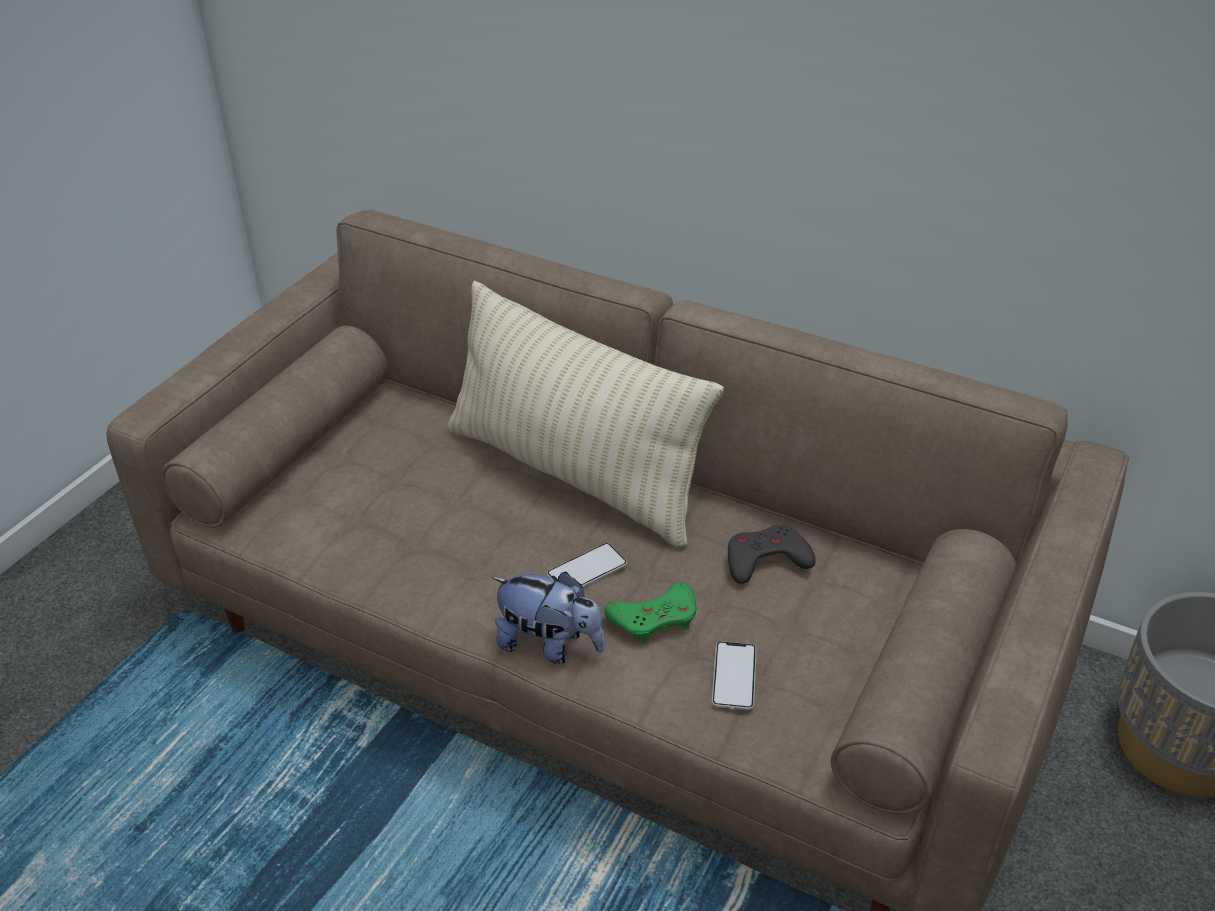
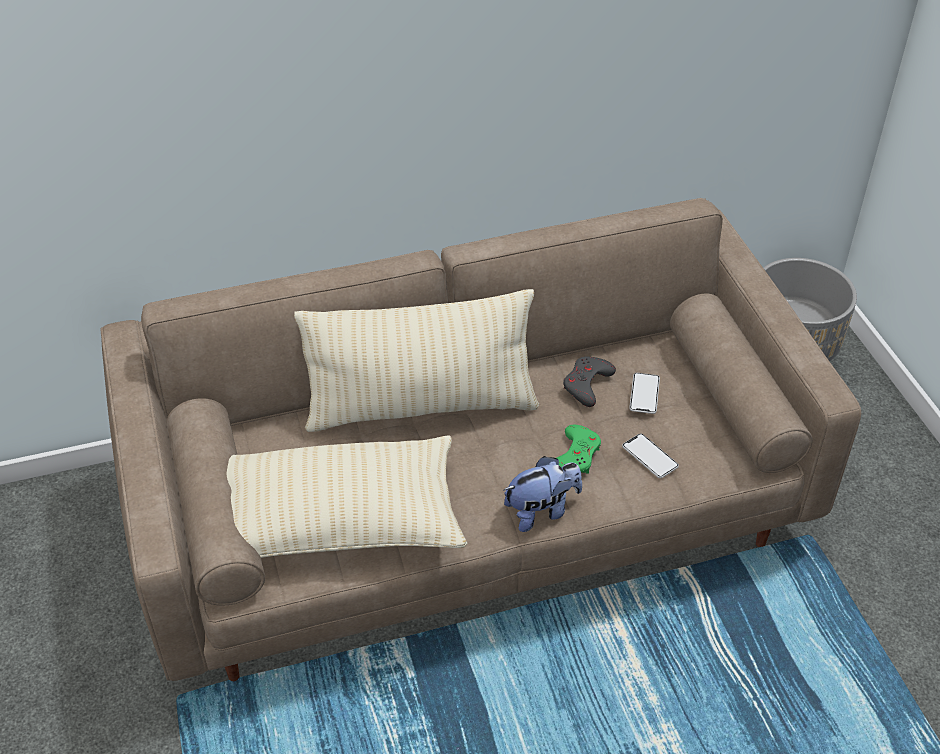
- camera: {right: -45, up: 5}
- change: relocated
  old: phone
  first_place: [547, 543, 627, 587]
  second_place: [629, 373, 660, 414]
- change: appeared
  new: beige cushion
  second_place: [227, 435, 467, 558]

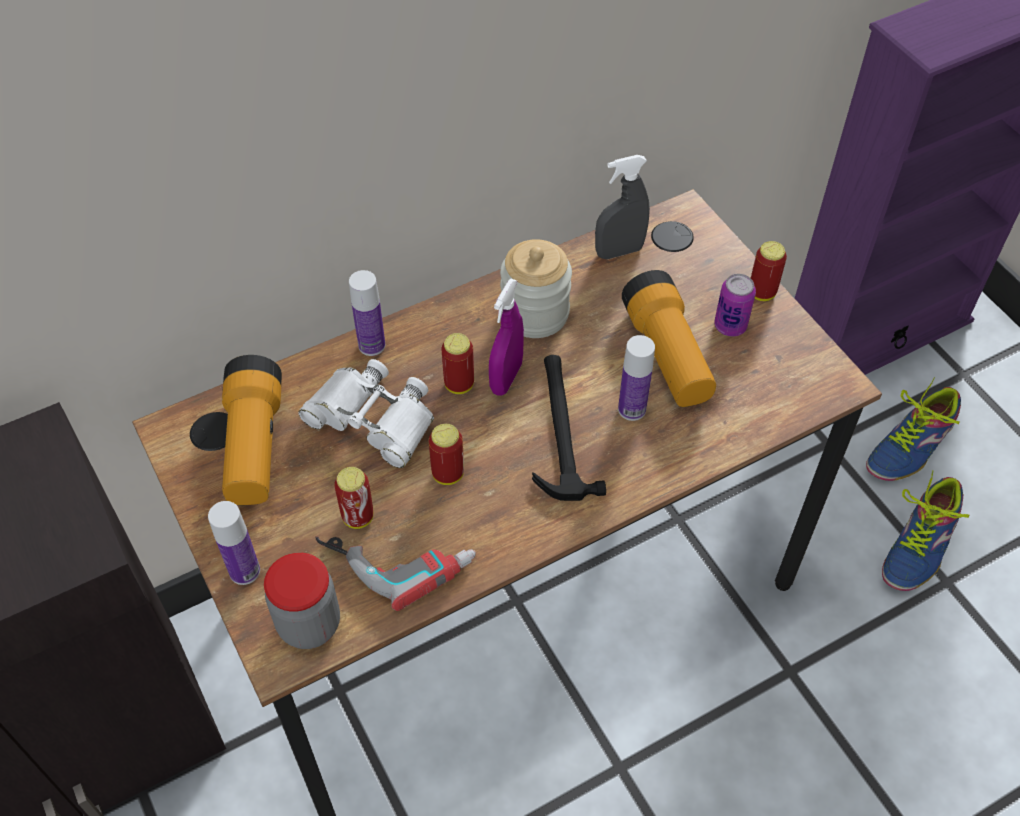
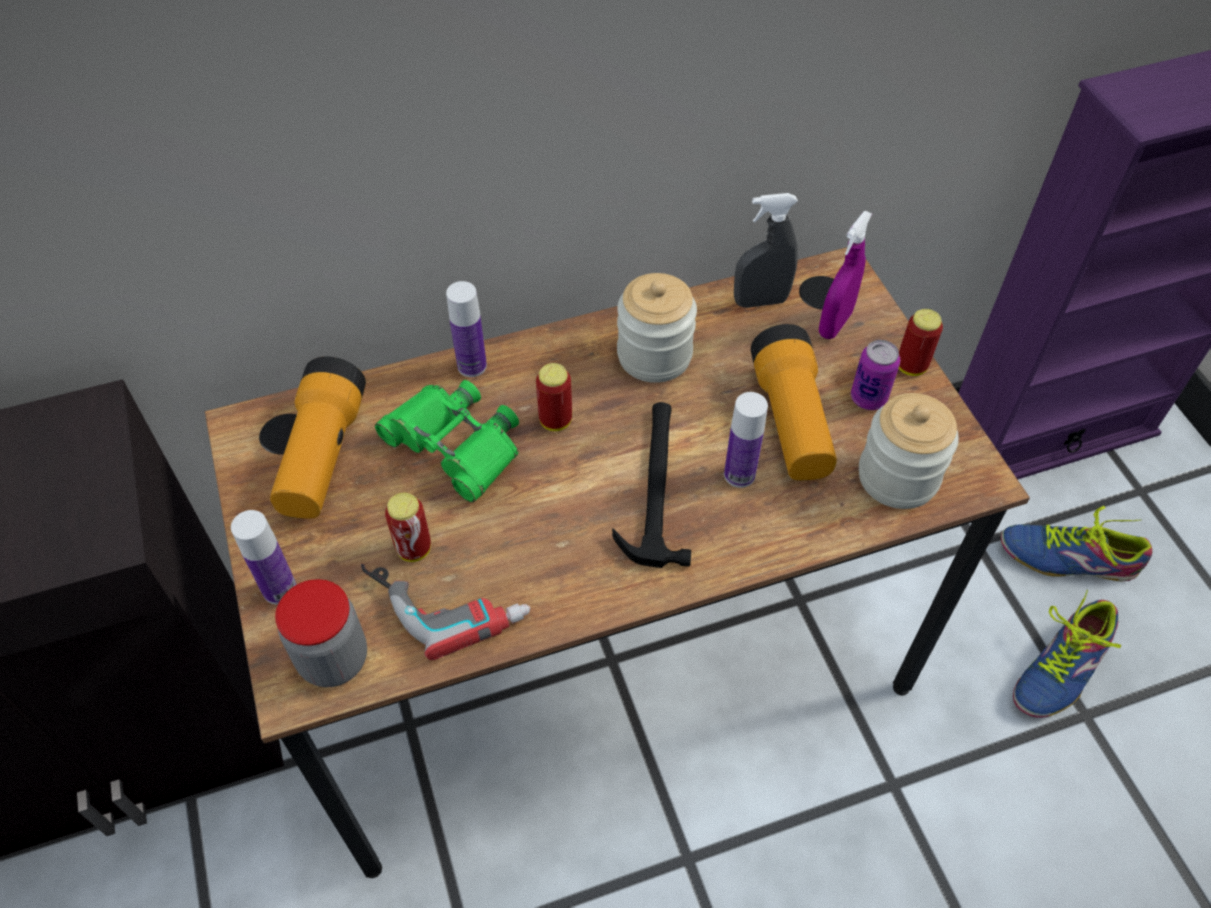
- camera: {right: 10, up: 0}
- change: colour
  old: white pair of binoculars
  new: green-coloured pair of binoculars
  first_place: [298, 359, 434, 468]
  second_place: [375, 380, 519, 502]
- change: missing
  old: sealed can
  first_place: [429, 424, 464, 485]
- change: relocated
  old: purple-coloured sprayer
  first_place: [489, 278, 524, 395]
  second_place: [819, 211, 872, 339]
- change: spun
  old: low shoe
  first_place: [866, 377, 961, 481]
  second_place: [1001, 506, 1152, 582]
  degrees: 45
- change: appeared
  new: preserve jar
  second_place: [859, 393, 959, 509]

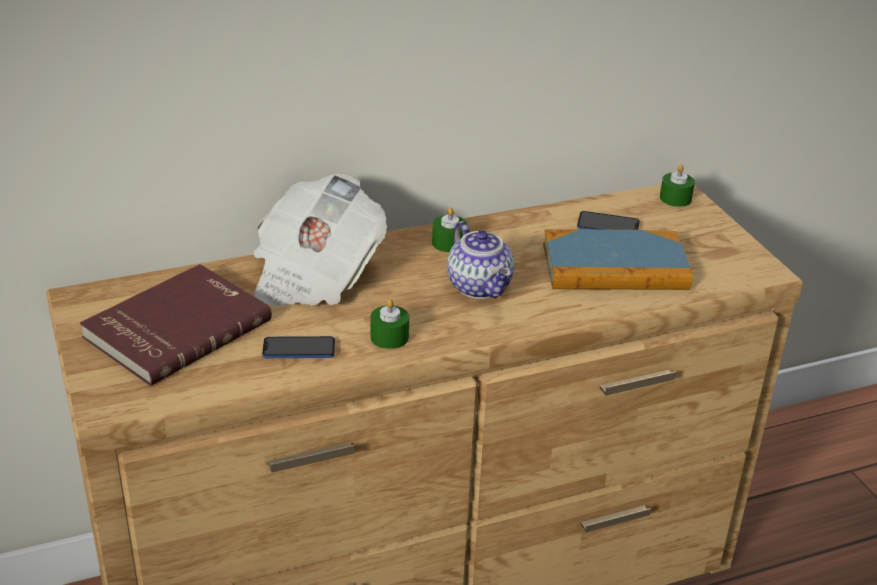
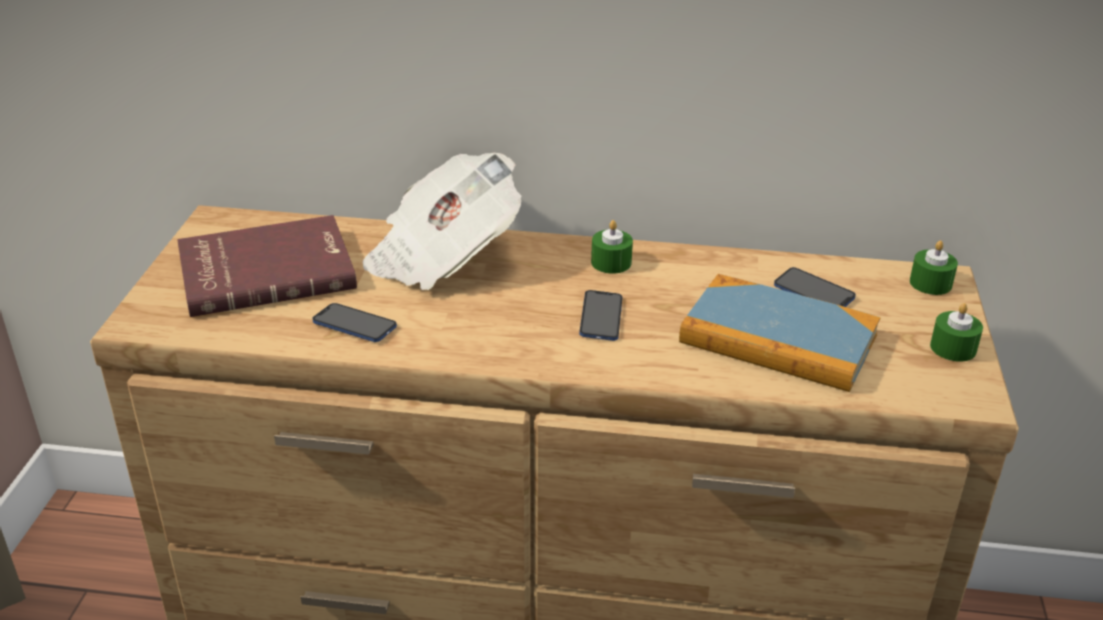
- camera: {right: 30, up: 0}
- change: relocated
  old: green-coloured wax light
  first_place: [370, 299, 409, 349]
  second_place: [930, 303, 983, 362]
- change: exchanged
  old: teapot
  new: phone
  first_place: [447, 221, 514, 299]
  second_place: [579, 290, 623, 341]

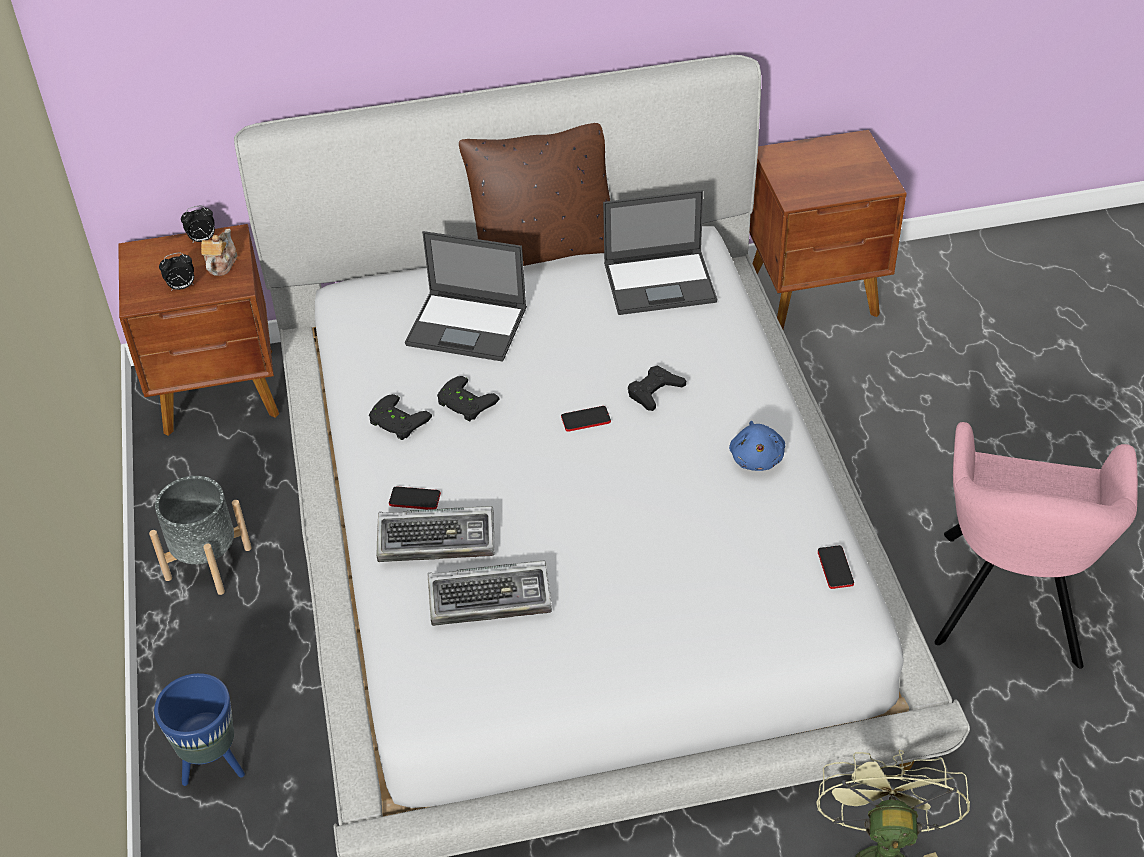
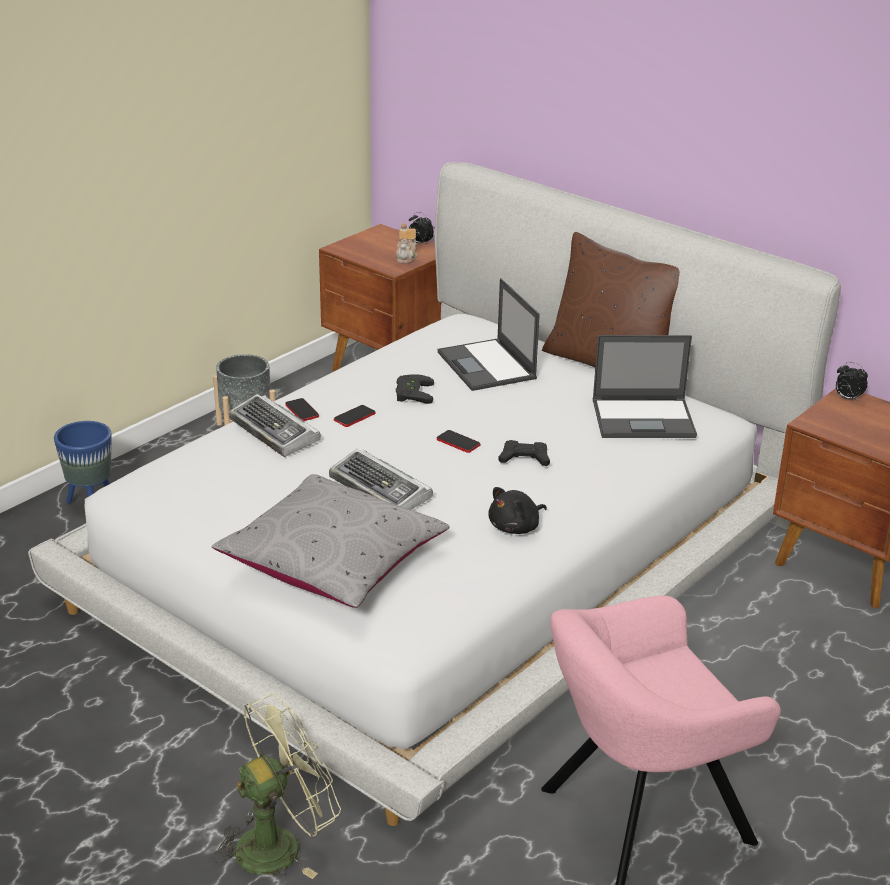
- camera: {right: 50, up: -15}
- change: relocated
  old: bedside clock
  first_place: [159, 253, 194, 291]
  second_place: [836, 362, 868, 401]
- change: spun
  old: teapot
  first_place: [201, 229, 238, 276]
  second_place: [396, 223, 418, 263]
  degrees: 120
- change: missing
  old: black game controller
  first_place: [369, 394, 432, 440]
- change: relocated
  old: keyboard
  first_place: [428, 560, 552, 626]
  second_place: [329, 449, 433, 510]
- change: spun
  old: notebook computer
  first_place: [603, 190, 717, 315]
  second_place: [593, 335, 697, 438]
  degrees: -45
- change: colour
  old: bluish soft toy
  new: black soft toy
  first_place: [729, 421, 785, 471]
  second_place: [488, 487, 547, 534]
- change: relocated
  old: phone
  first_place: [818, 545, 854, 589]
  second_place: [334, 405, 375, 427]
- change: appeared
  new: grey cushion
  second_place: [211, 474, 450, 608]

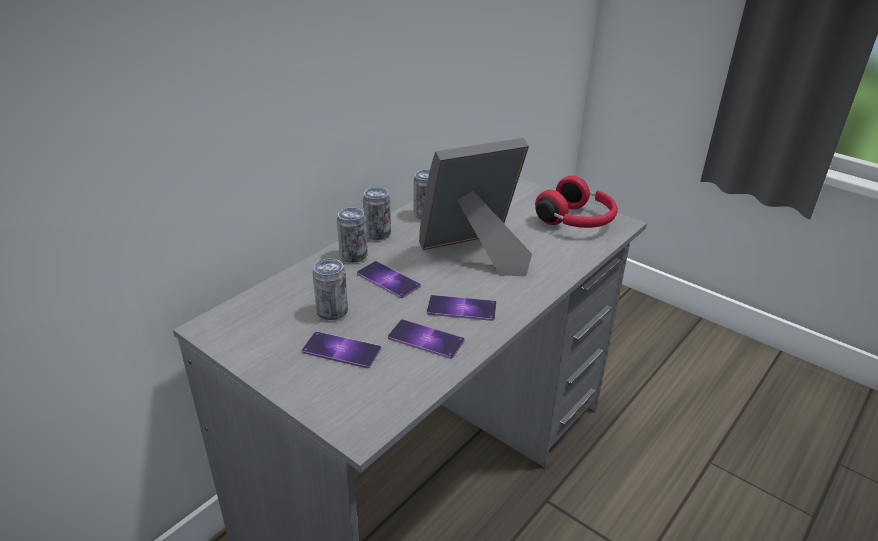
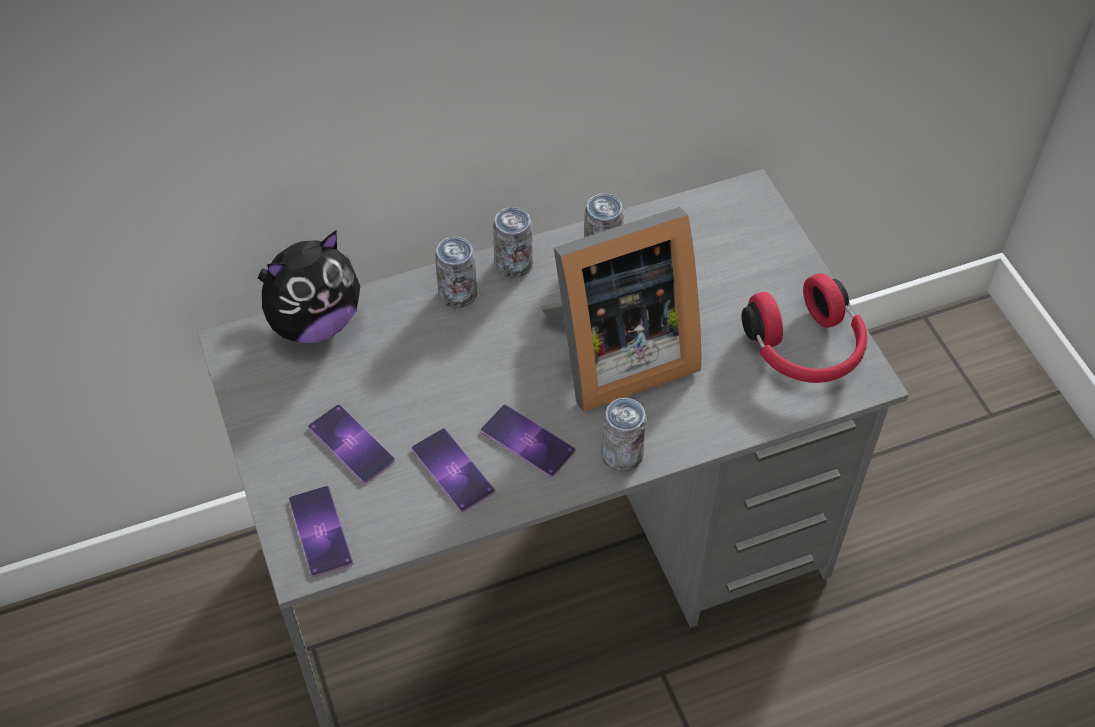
- camera: {right: 30, up: 20}
- change: relocated
  old: sealed can
  first_place: [312, 258, 348, 320]
  second_place: [601, 398, 647, 472]
- change: relocated
  old: phone
  first_place: [357, 261, 421, 298]
  second_place: [288, 486, 353, 577]
- change: spun
  old: standing frame
  first_place: [419, 138, 532, 277]
  second_place: [540, 207, 701, 412]
  degrees: 150
- change: appeared
  new: soft toy
  second_place: [258, 231, 360, 344]

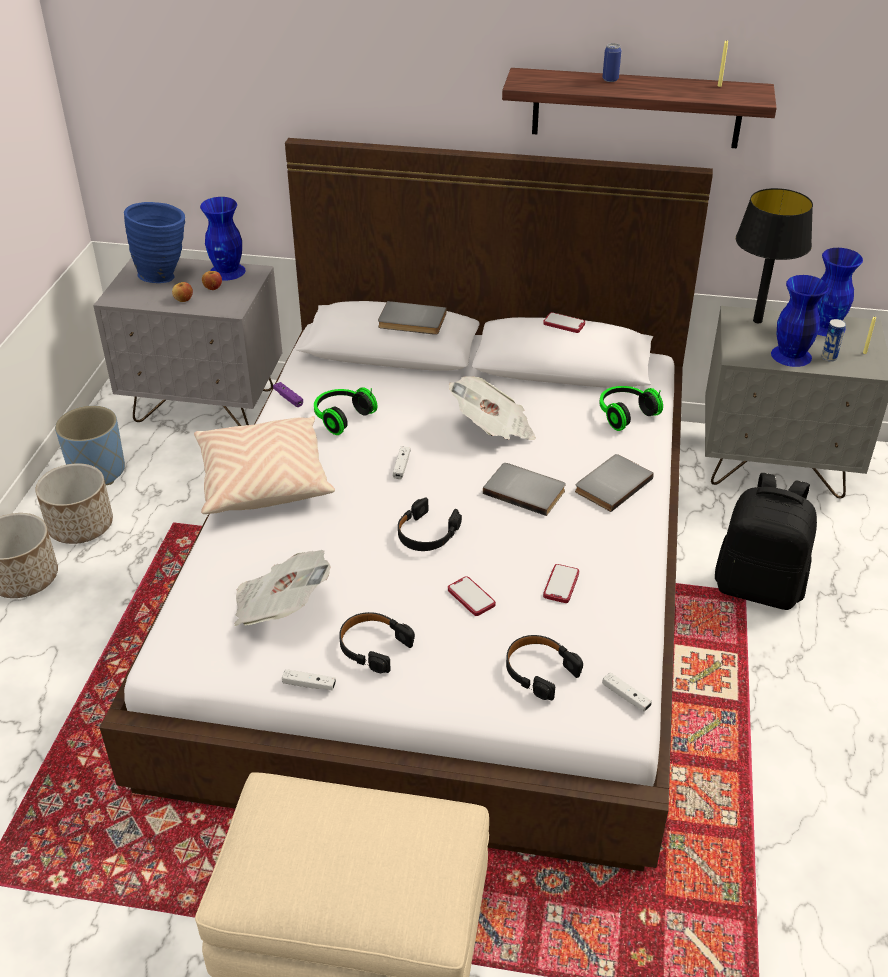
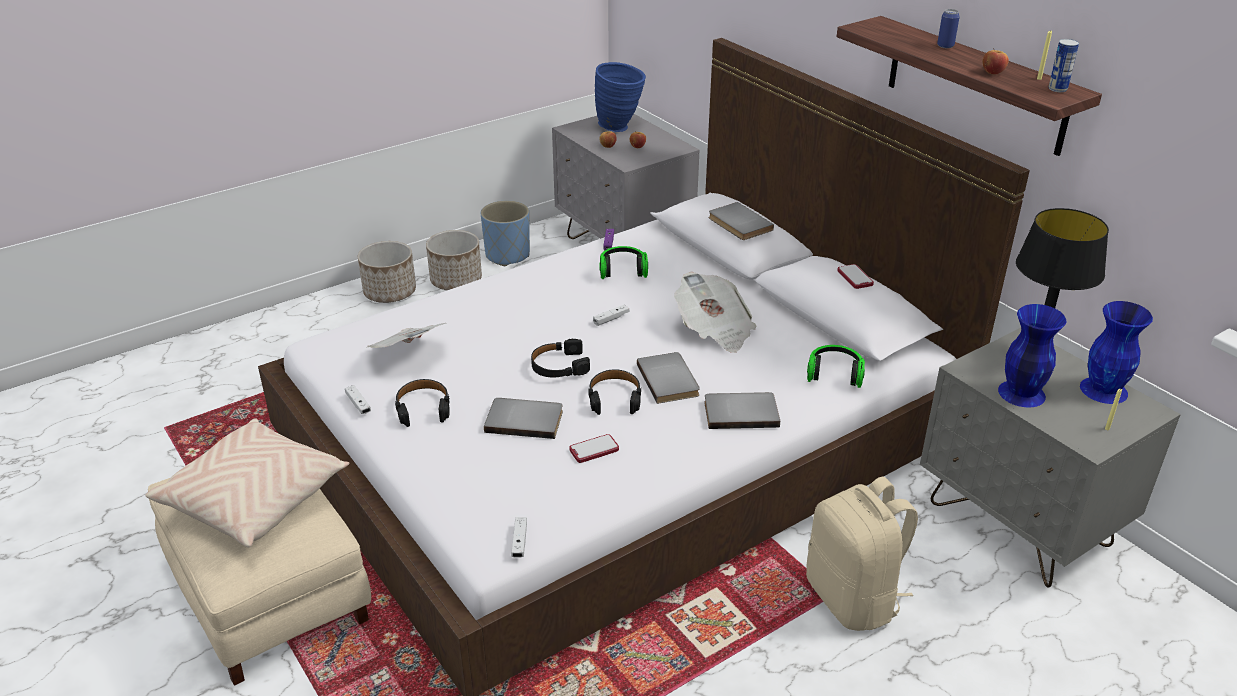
- camera: {right: 45, up: -5}
- change: relocated
  old: beige cushion
  first_place: [194, 416, 335, 514]
  second_place: [145, 418, 350, 547]
- change: missing
  old: bluish vase
  first_place: [200, 197, 246, 281]
- change: exchanged
  old: phone
  new: grey book
  first_place: [448, 576, 496, 616]
  second_place: [484, 398, 563, 439]
- change: relocated
  old: black headphones
  first_place: [506, 635, 583, 700]
  second_place: [589, 369, 641, 415]
- change: colour
  old: black rucksack
  new: beige rucksack
  first_place: [715, 473, 817, 610]
  second_place: [806, 477, 918, 631]
- change: relocated
  old: sealed can
  first_place: [822, 319, 846, 362]
  second_place: [1049, 39, 1079, 92]
- change: appeared
  new: apple
  second_place: [983, 48, 1009, 74]

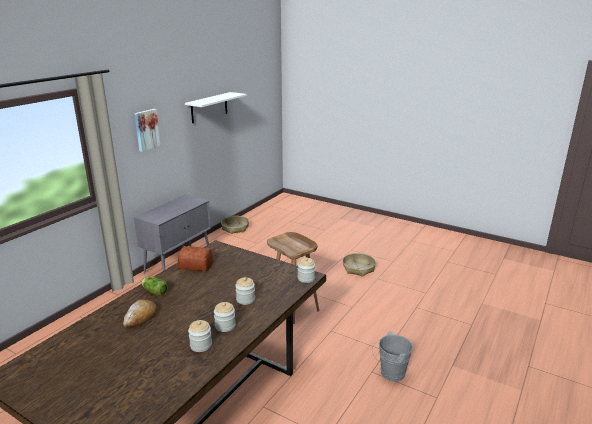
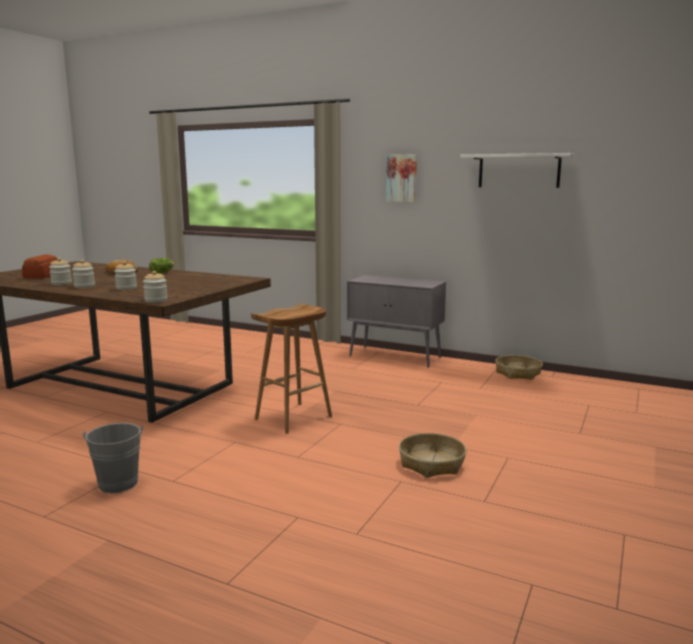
- camera: {right: 85, up: -10}
- change: relocated
  old: bread
  first_place: [178, 246, 213, 271]
  second_place: [22, 254, 57, 279]

